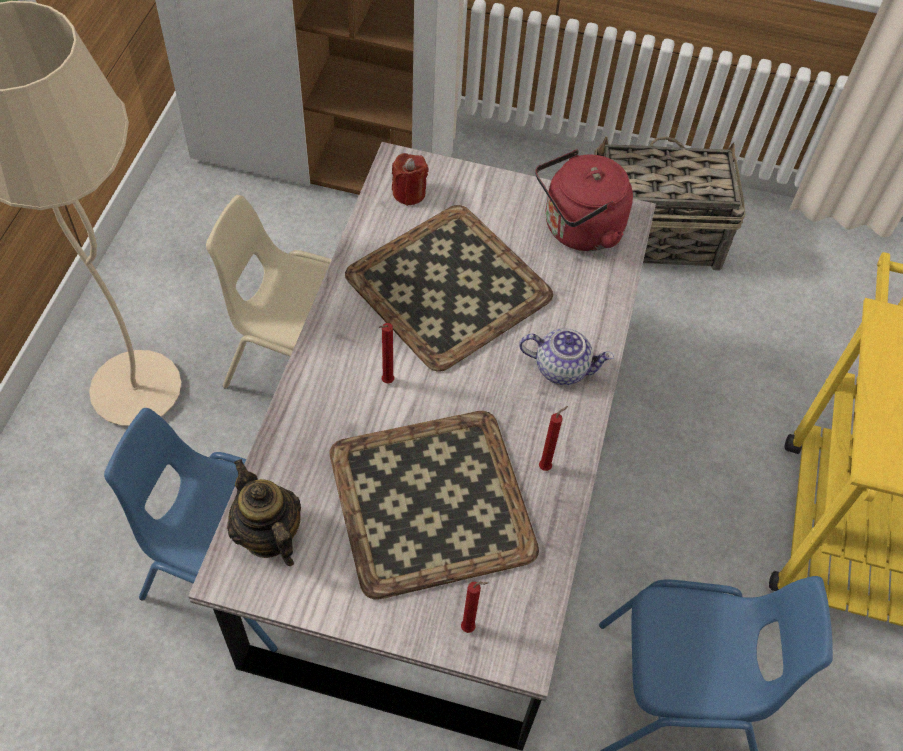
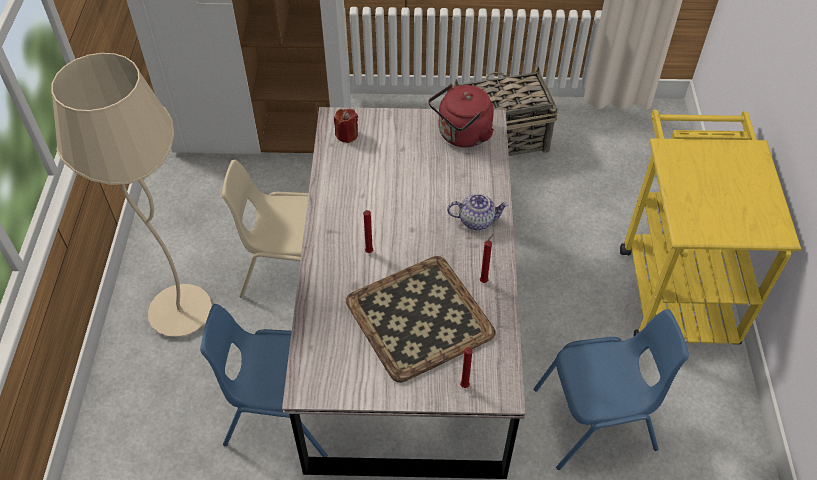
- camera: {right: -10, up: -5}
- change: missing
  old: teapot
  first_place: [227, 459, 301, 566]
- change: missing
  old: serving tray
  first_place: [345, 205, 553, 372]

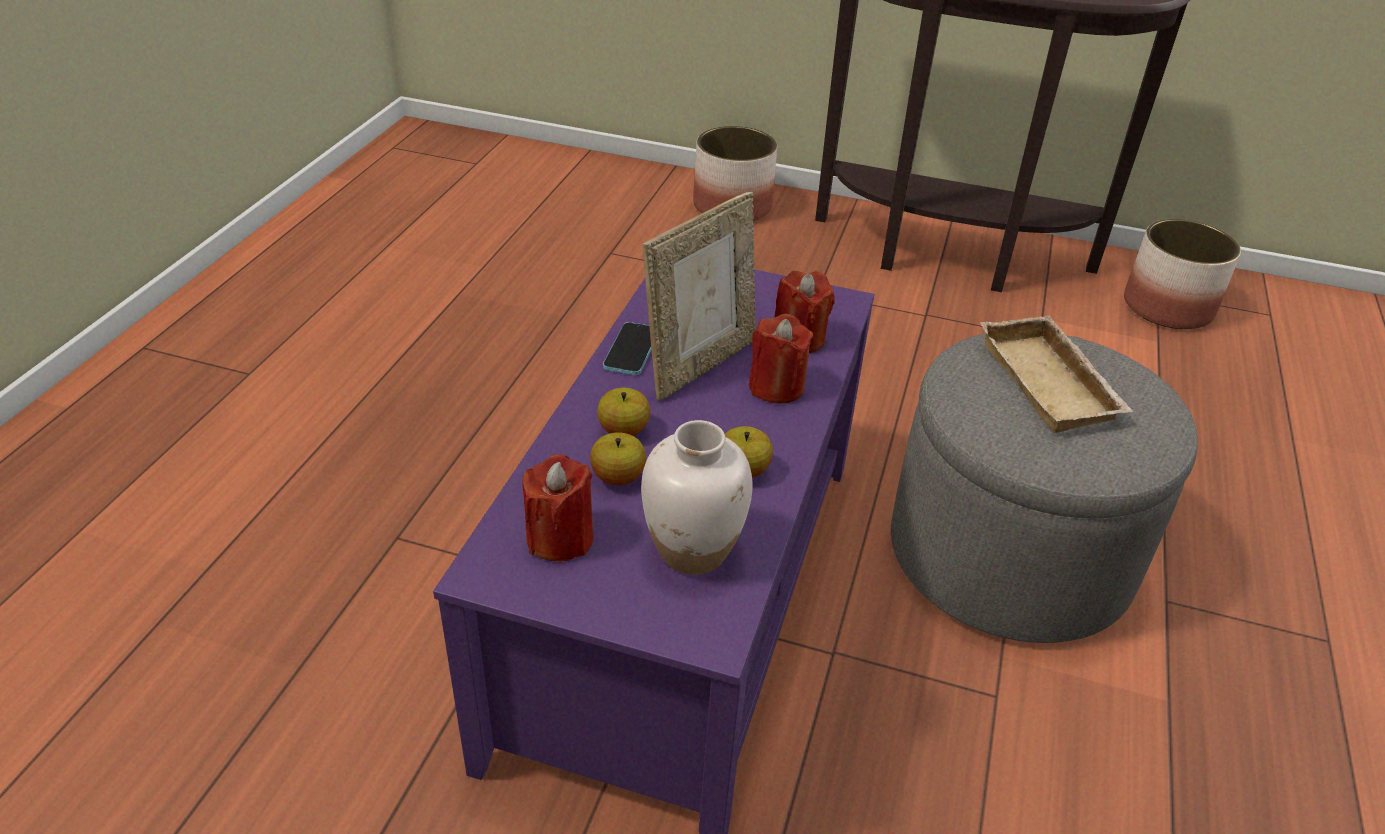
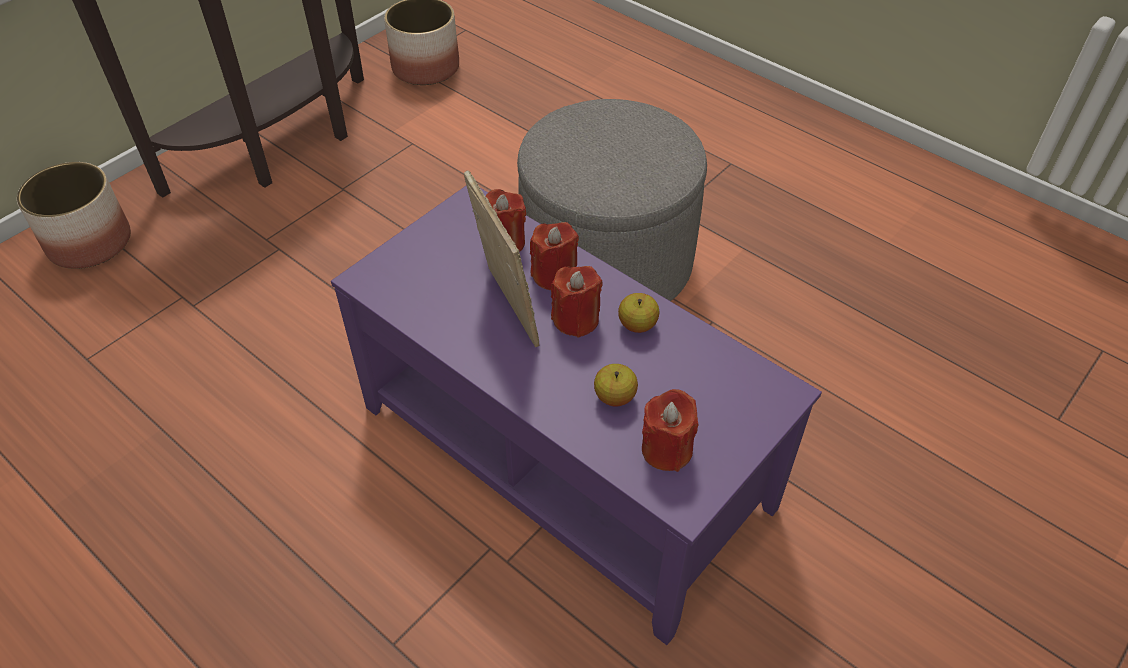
- camera: {right: -65, up: 10}
- change: missing
  old: apple
  first_place: [597, 388, 650, 436]
- change: missing
  old: phone
  first_place: [603, 322, 652, 375]
- change: missing
  old: white vase
  first_place: [641, 420, 752, 575]
- change: missing
  old: beige serving tray
  first_place: [980, 315, 1133, 433]
- change: appeared
  new: red-coloured wax light
  second_place: [551, 266, 602, 338]

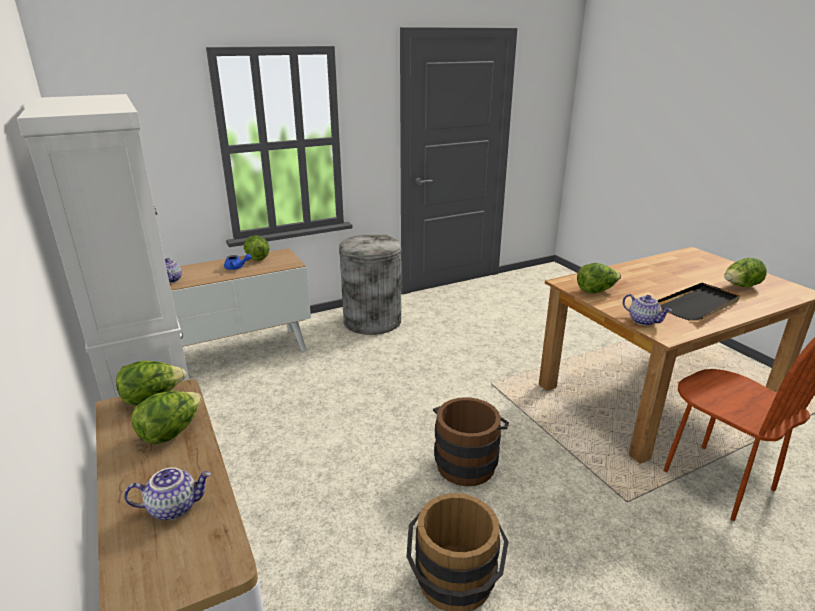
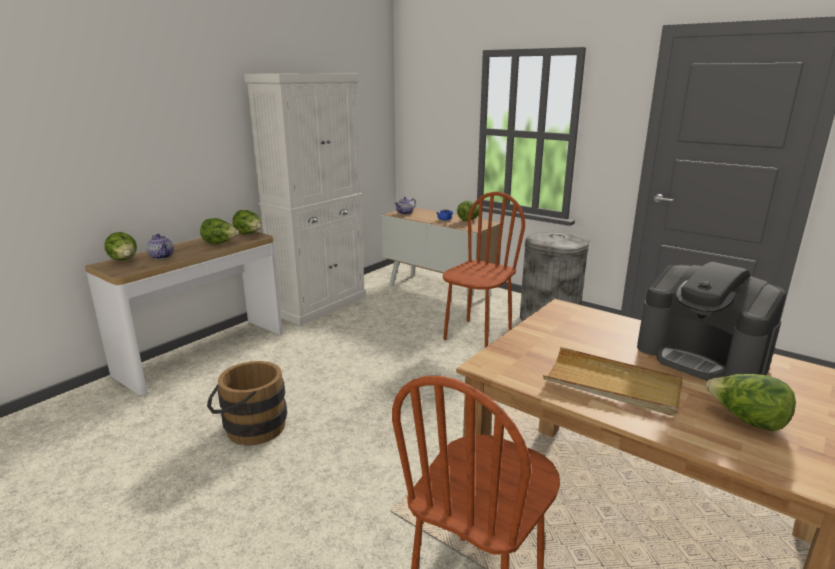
- camera: {right: 65, up: -5}
- change: missing
  old: brownish pail
  first_place: [433, 397, 509, 486]
- change: relocated
  old: lettuce head
  first_place: [577, 263, 621, 294]
  second_place: [104, 232, 137, 261]
- change: missing
  old: teapot
  first_place: [623, 294, 672, 326]
- change: colour
  old: black serving tray
  new: beige serving tray
  first_place: [657, 283, 740, 321]
  second_place: [543, 347, 682, 416]
- change: appeared
  new: brownish chair
  second_place: [443, 192, 525, 348]
- change: appeared
  new: coffee brewer
  second_place: [637, 262, 786, 380]

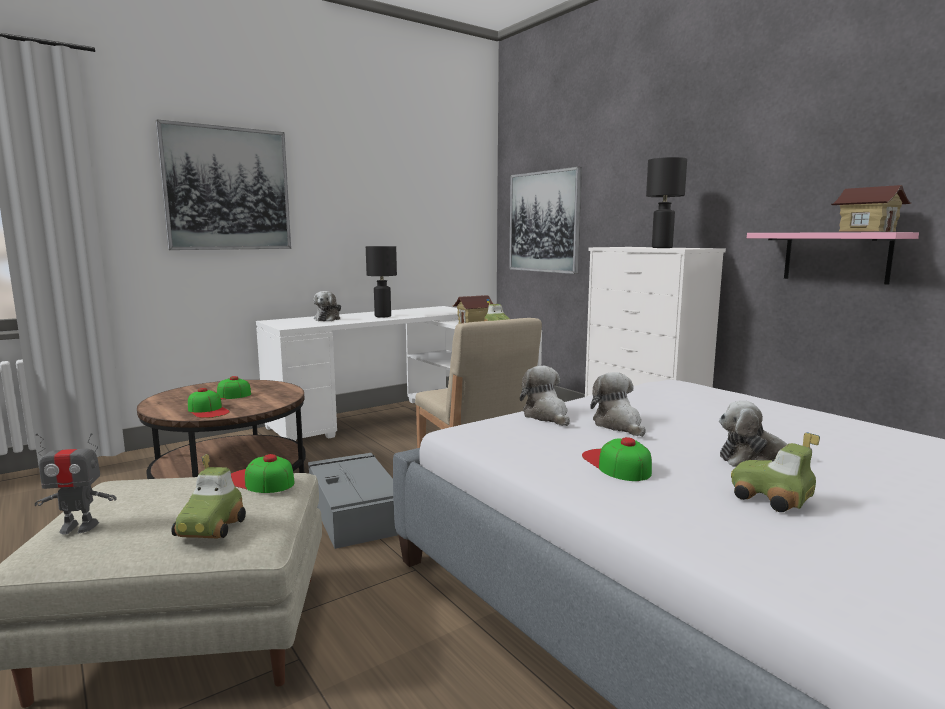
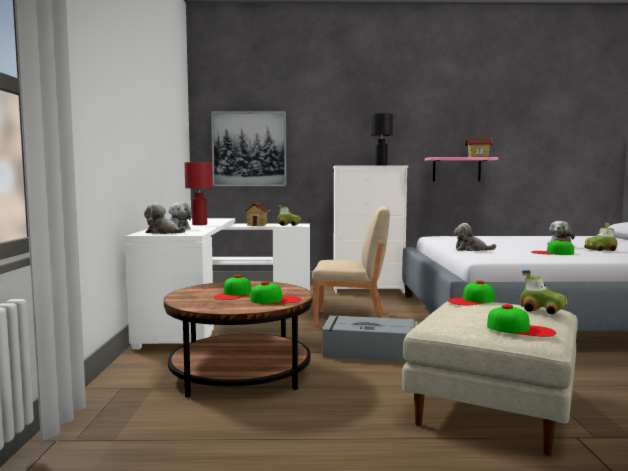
- camera: {right: -55, up: -5}
- change: exchanged
  old: model robot
  new: baseball cap
  first_place: [35, 433, 117, 535]
  second_place: [487, 304, 556, 337]
- change: missing
  old: wall picture
  first_place: [156, 120, 291, 250]
- change: colour
  old: black table lamp
  new: red-coloured table lamp
  first_place: [366, 246, 397, 318]
  second_place: [184, 162, 212, 225]
- change: relocated
  old: soft toy
  first_place: [590, 372, 646, 437]
  second_place: [144, 203, 186, 234]

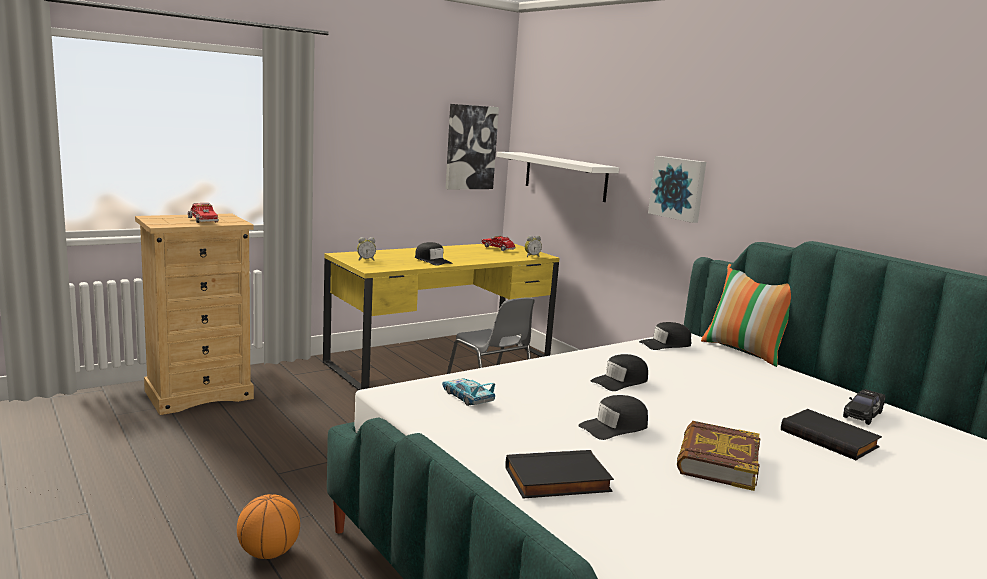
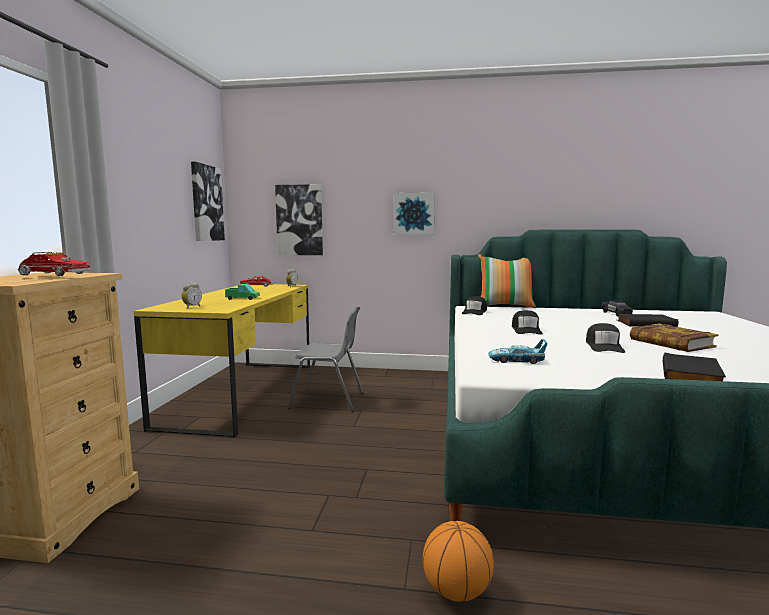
- camera: {right: -45, up: -5}
- change: exchanged
  old: black baseball cap
  new: toy truck
  first_place: [415, 242, 453, 266]
  second_place: [225, 284, 260, 300]
- change: exchanged
  old: white bracket shelf
  new: wall picture
  first_place: [496, 152, 619, 202]
  second_place: [275, 184, 323, 255]

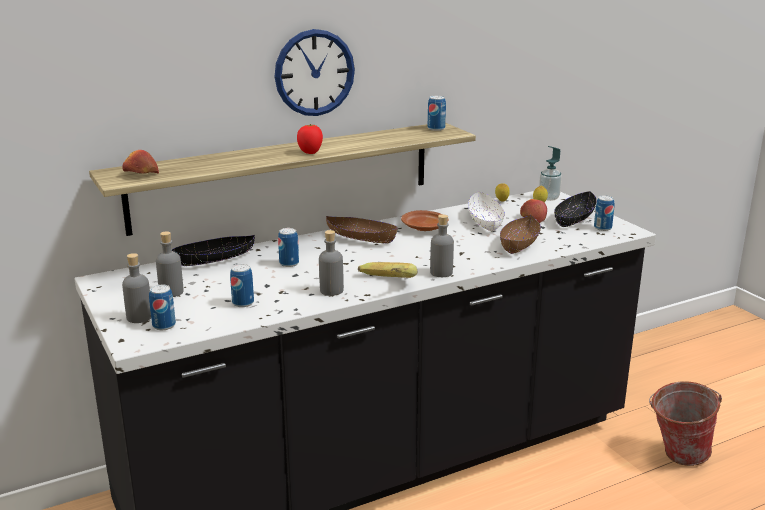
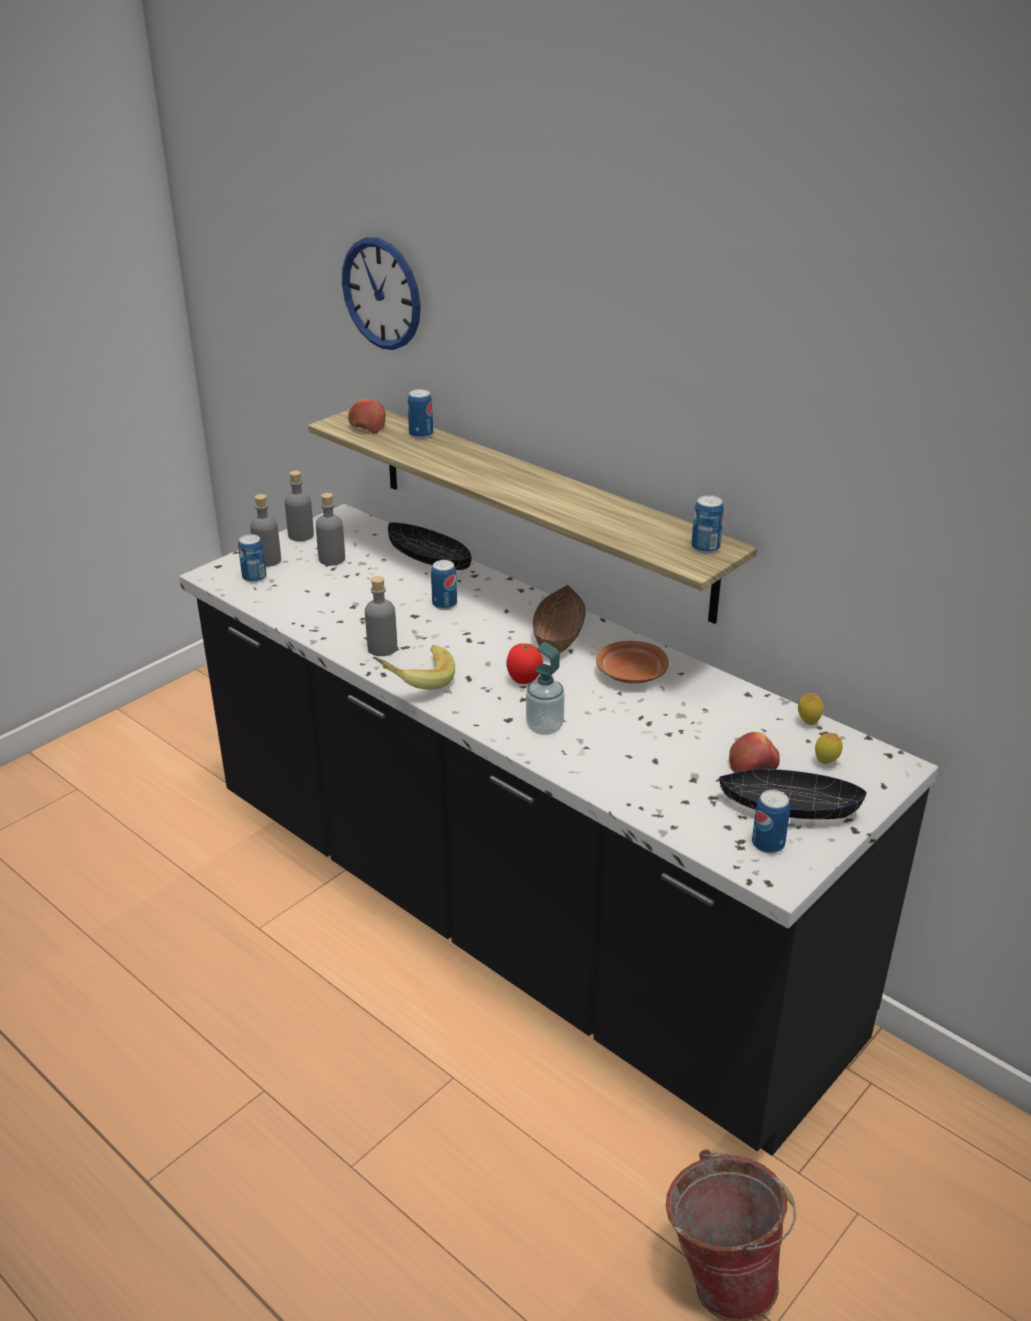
- camera: {right: 70, up: 10}
- change: relocated
  old: sealed can
  first_place: [230, 264, 254, 307]
  second_place: [408, 389, 433, 439]
- change: relocated
  old: hanging clock
  first_place: [275, 29, 355, 116]
  second_place: [342, 237, 421, 350]
- change: relocated
  old: fresh tomato
  first_place: [297, 124, 323, 154]
  second_place: [506, 643, 543, 684]
- change: relocated
  old: grey bottle
  first_place: [430, 214, 454, 277]
  second_place: [285, 471, 314, 541]
- change: missing
  old: white serving bowl
  first_place: [468, 191, 505, 231]
- change: missing
  old: brownish serving bowl
  first_place: [500, 215, 541, 254]
- change: relocated
  old: liquid soap bottle
  first_place: [539, 146, 562, 201]
  second_place: [526, 642, 565, 735]

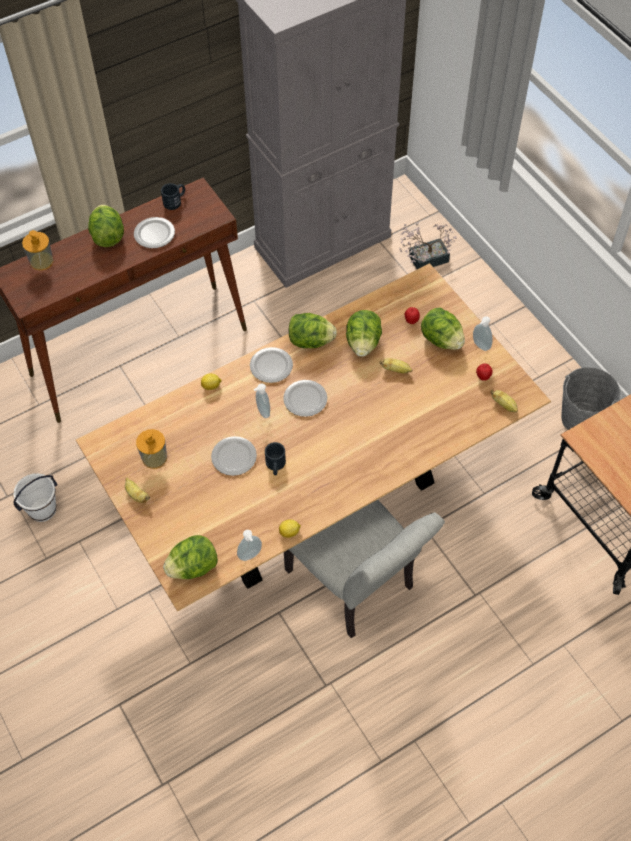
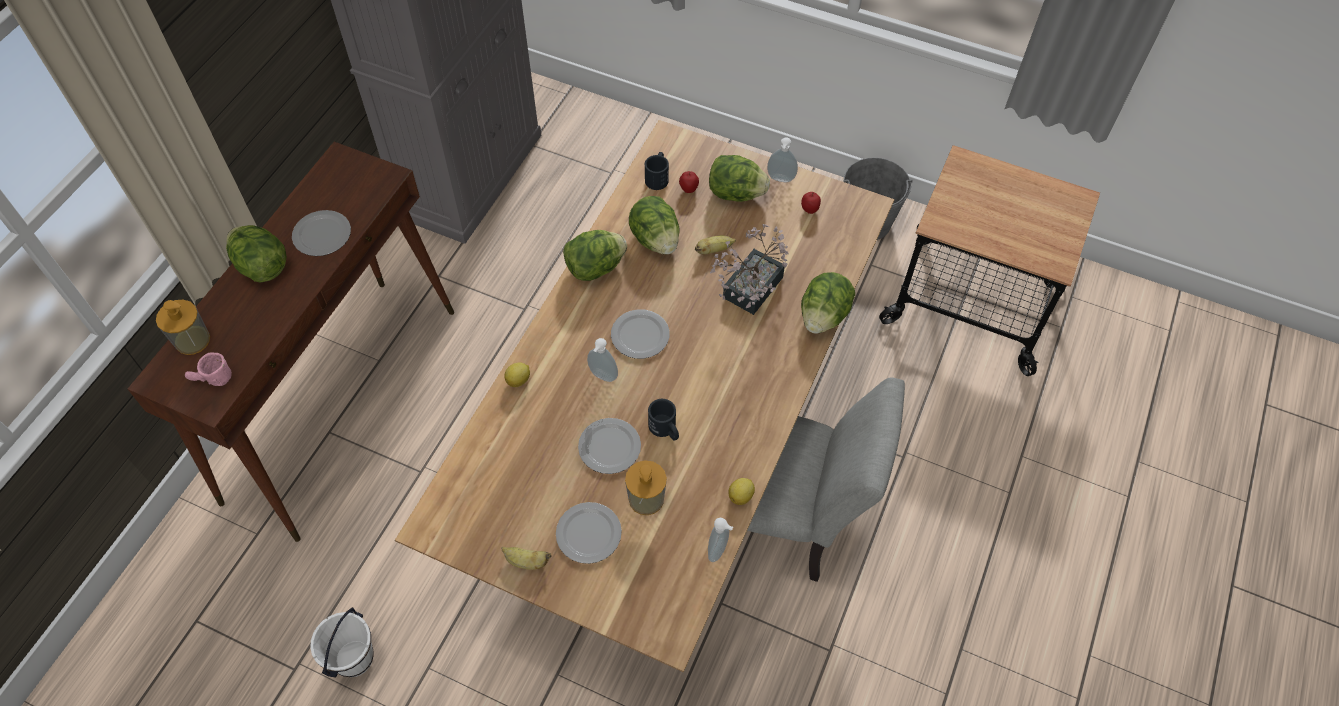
- camera: {right: -35, up: 0}
- change: relocated
  old: liquid soap bottle
  first_place: [136, 429, 167, 469]
  second_place: [625, 460, 667, 515]
- change: relocated
  old: black coffee mug
  first_place: [161, 183, 185, 210]
  second_place: [645, 152, 669, 190]
- change: relocated
  old: lettuce head
  first_place: [163, 535, 218, 579]
  second_place: [801, 272, 855, 333]
- change: relocated
  old: flat dish
  first_place: [250, 347, 293, 383]
  second_place: [556, 502, 622, 564]
- change: relocated
  old: plant in a pot
  first_place: [399, 222, 457, 269]
  second_place: [710, 224, 789, 315]
- change: missing
  old: banana fruit
  first_place: [490, 389, 518, 413]
- change: appeared
  new: pink-coloured coffee mug
  second_place: [185, 352, 232, 386]

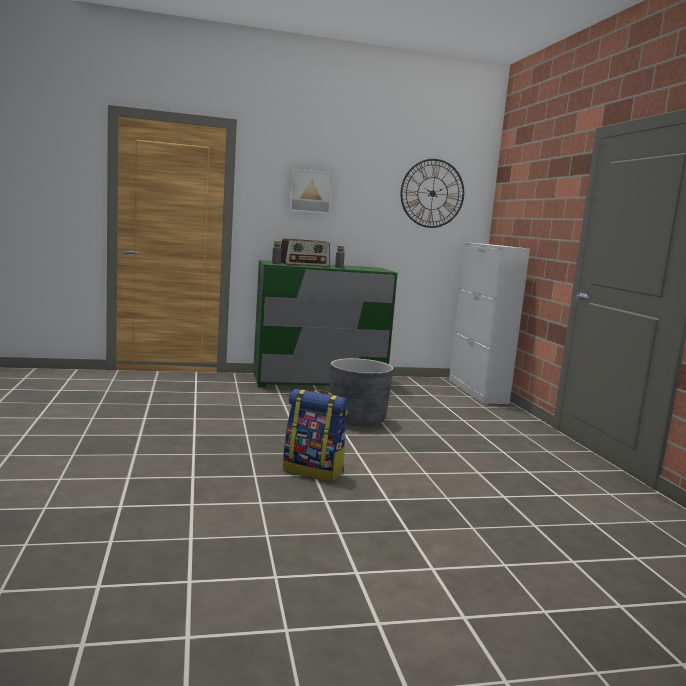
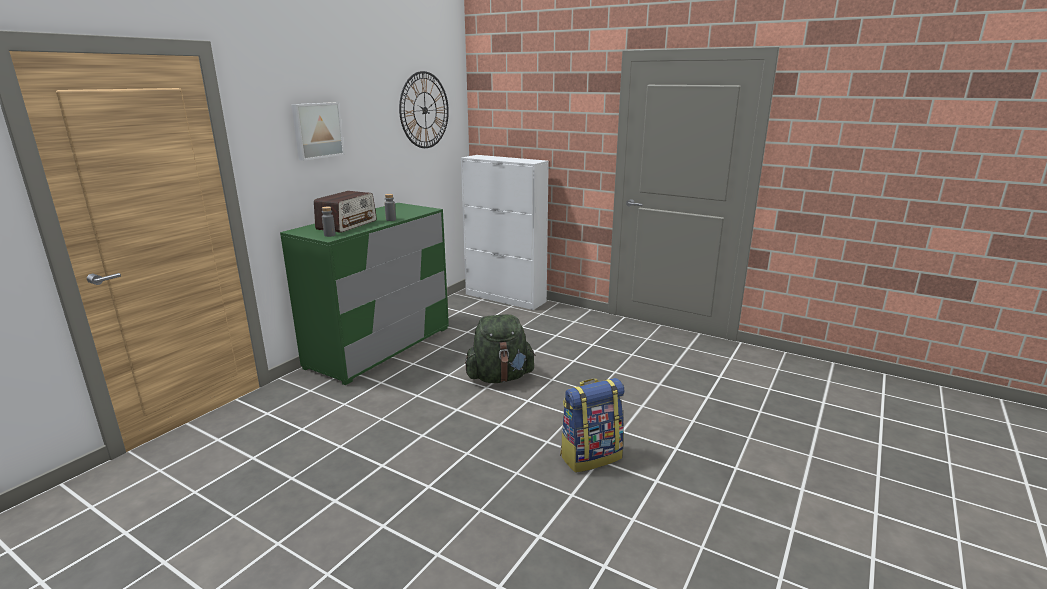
- camera: {right: -45, up: 10}
- change: exchanged
  old: grey flower pot
  new: green-coloured rucksack
  first_place: [330, 358, 393, 426]
  second_place: [465, 314, 536, 383]

